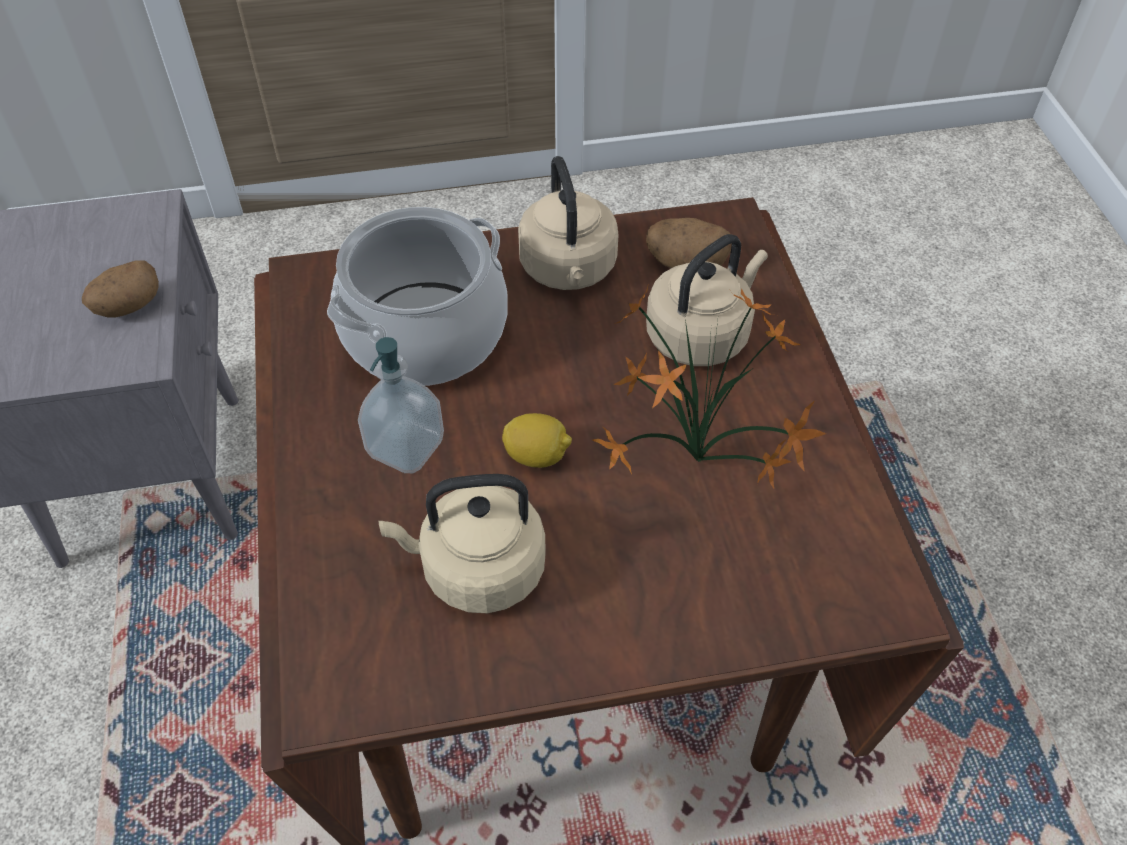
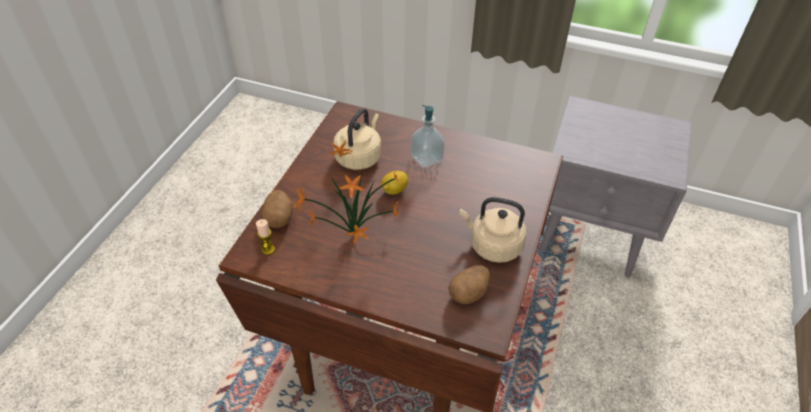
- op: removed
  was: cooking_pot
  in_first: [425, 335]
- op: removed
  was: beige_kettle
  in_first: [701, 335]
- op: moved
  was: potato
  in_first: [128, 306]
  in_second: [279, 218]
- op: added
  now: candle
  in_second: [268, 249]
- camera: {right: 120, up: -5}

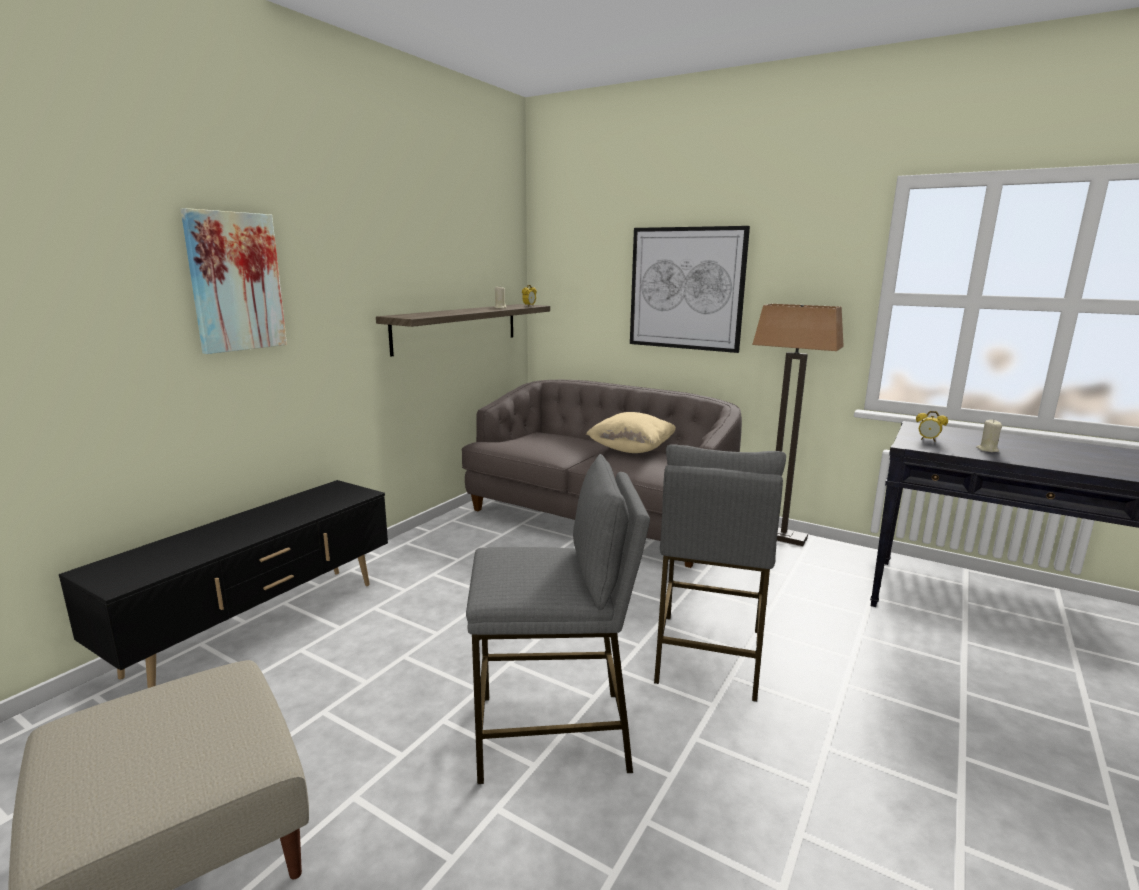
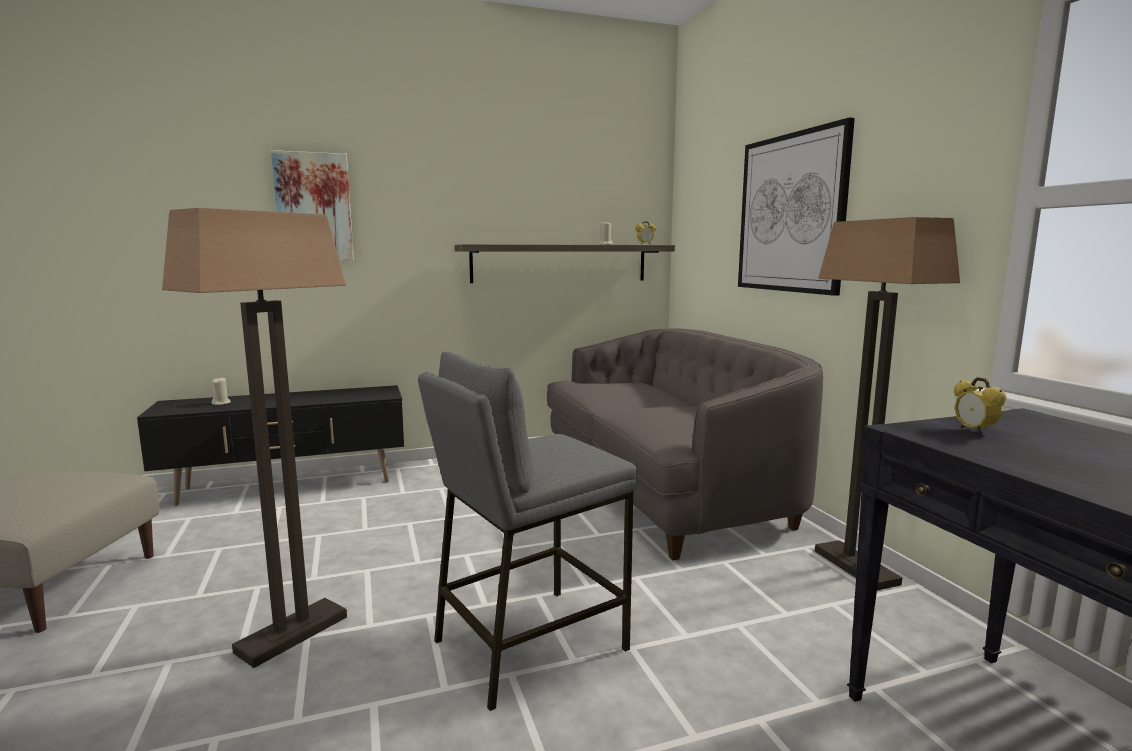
- op: removed
  was: beige_pillow
  in_first: [631, 450]
- op: moved
  was: beige_candle
  in_first: [987, 450]
  in_second: [221, 403]
- op: replaced
  was: grey_stool
  now: floor_lamp
  in_first: [553, 734]
  in_second: [292, 635]
- camera: {right: 40, up: -5}

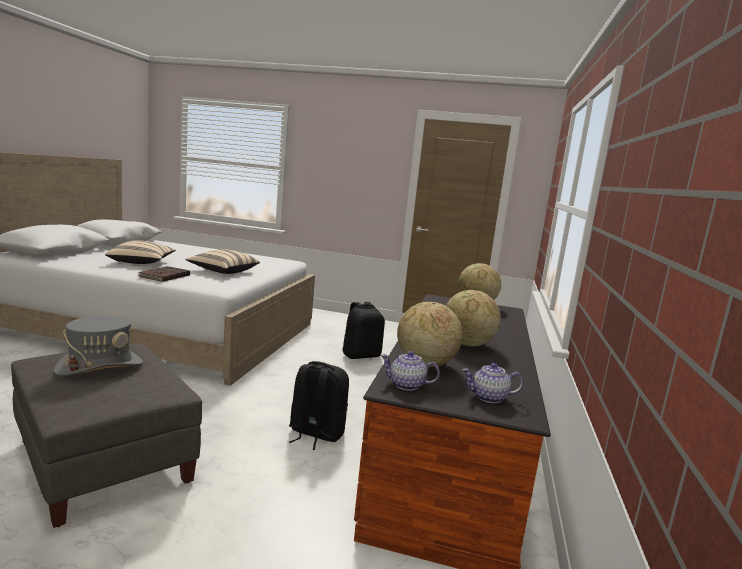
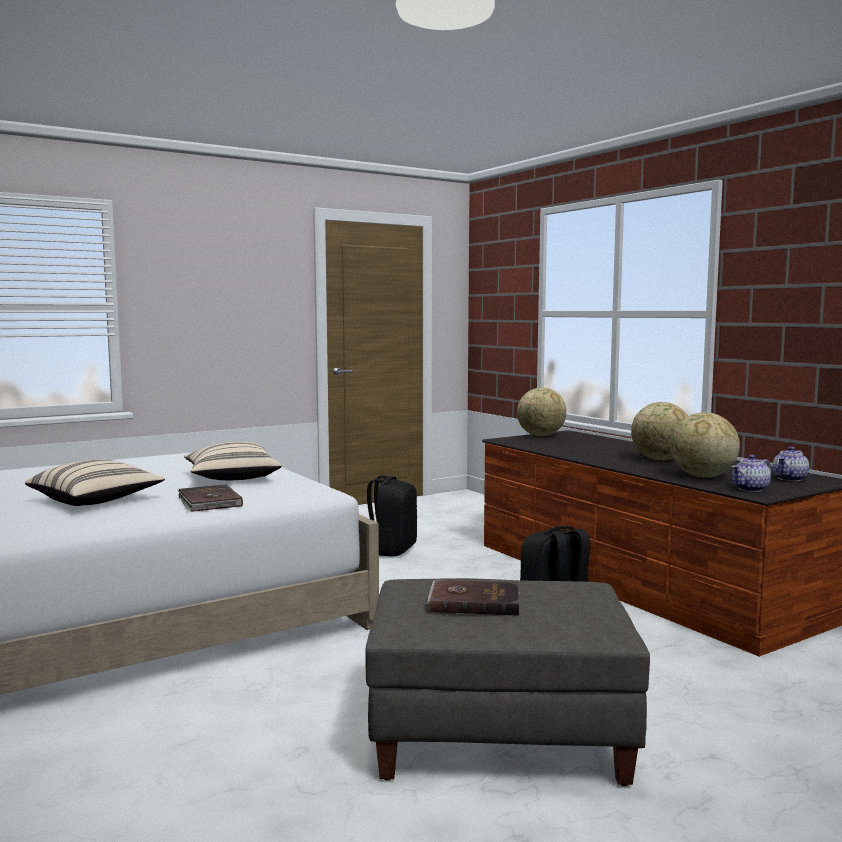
- op: replaced
  was: grey_hat
  now: brown_book
  in_first: [100, 366]
  in_second: [474, 601]
- camera: {right: -45, up: -5}

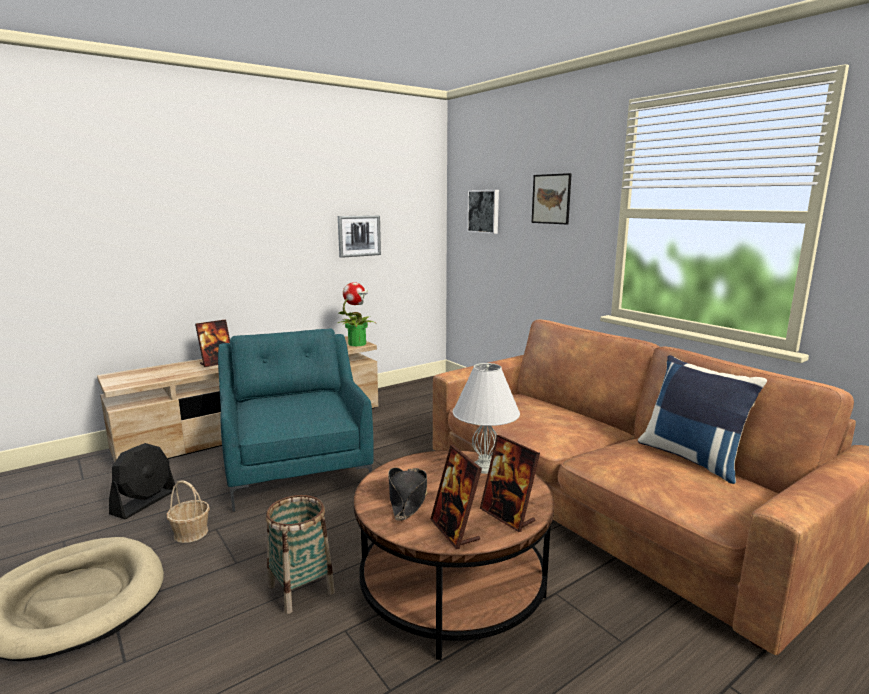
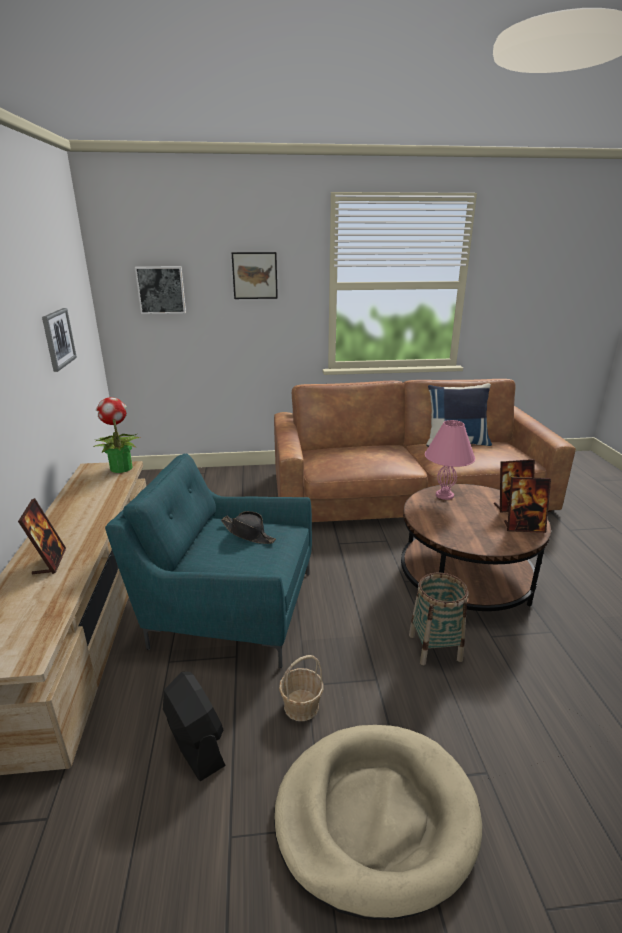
- op: recoloured
  was: white_table_lamp
  now: pink_table_lamp
  in_first: [485, 467]
  in_second: [444, 495]
- op: moved
  was: black_hat
  in_first: [407, 499]
  in_second: [248, 533]
- camera: {right: -60, up: 10}

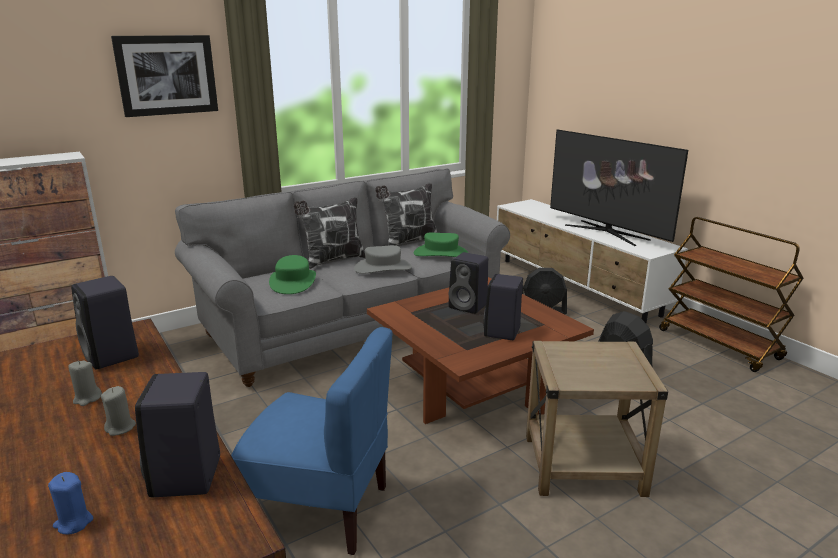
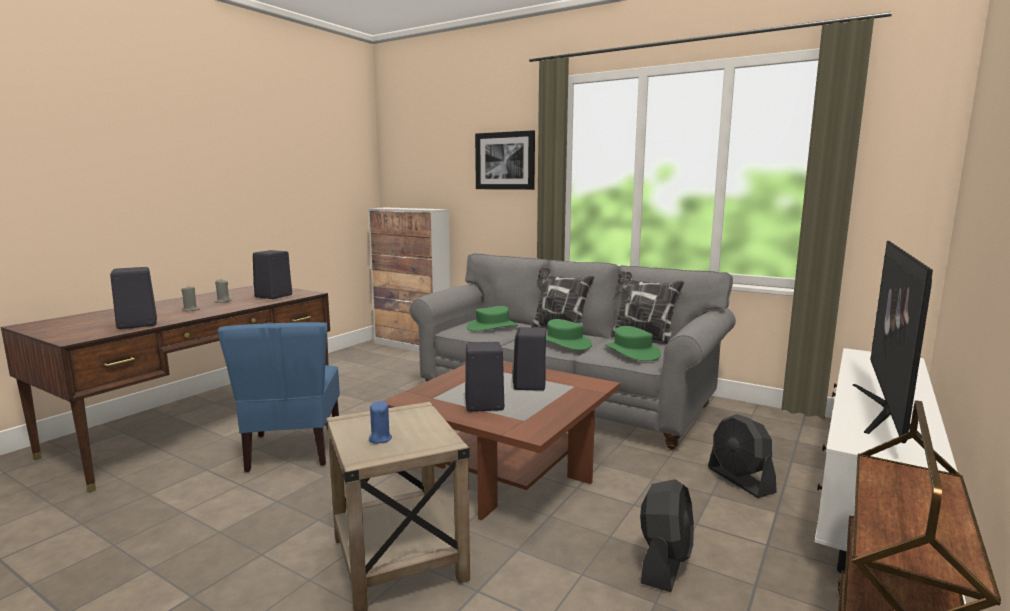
- op: recoloured
  was: grey_hat
  now: green_hat
  in_first: [383, 268]
  in_second: [564, 343]
- op: moved
  was: blue_candle
  in_first: [73, 523]
  in_second: [380, 439]
- camera: {right: 65, up: -10}

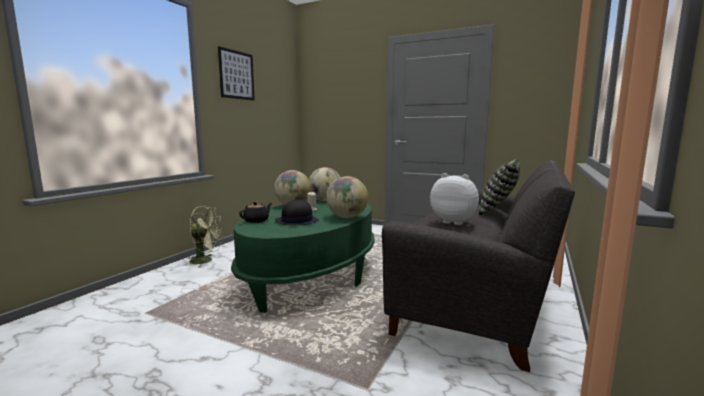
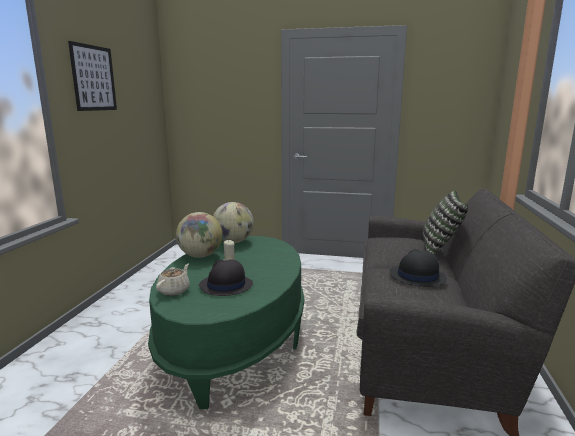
- op: replaced
  was: plush_toy
  now: black_hat
  in_first: [454, 222]
  in_second: [417, 276]
- op: removed
  was: globe
  in_first: [347, 217]
- op: recoloured
  was: black_teapot
  now: beige_teapot
  in_first: [256, 221]
  in_second: [174, 290]
- op: removed
  was: green_fan
  in_first: [206, 260]
- camera: {right: -15, up: 5}

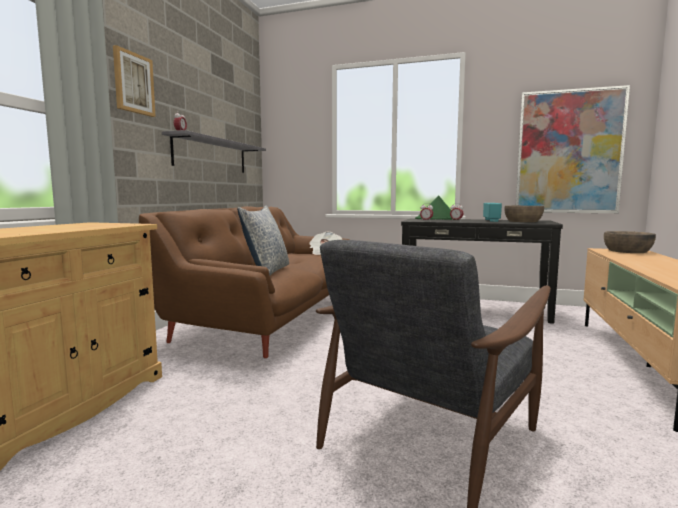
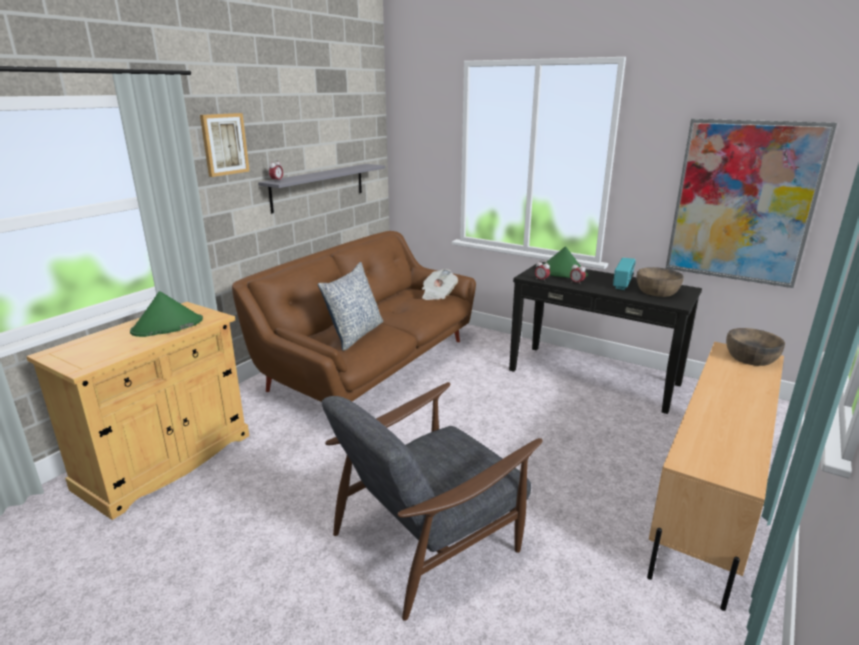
- op: added
  now: green_hat
  in_second: [167, 326]
- camera: {right: 15, up: 15}

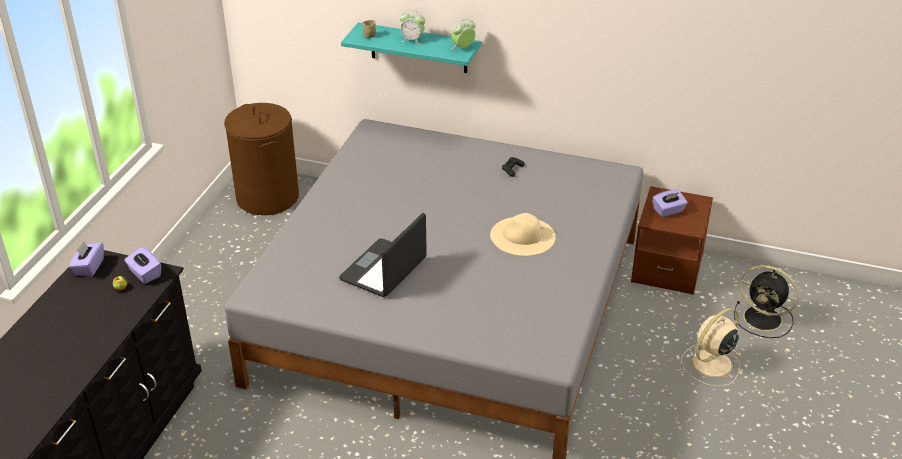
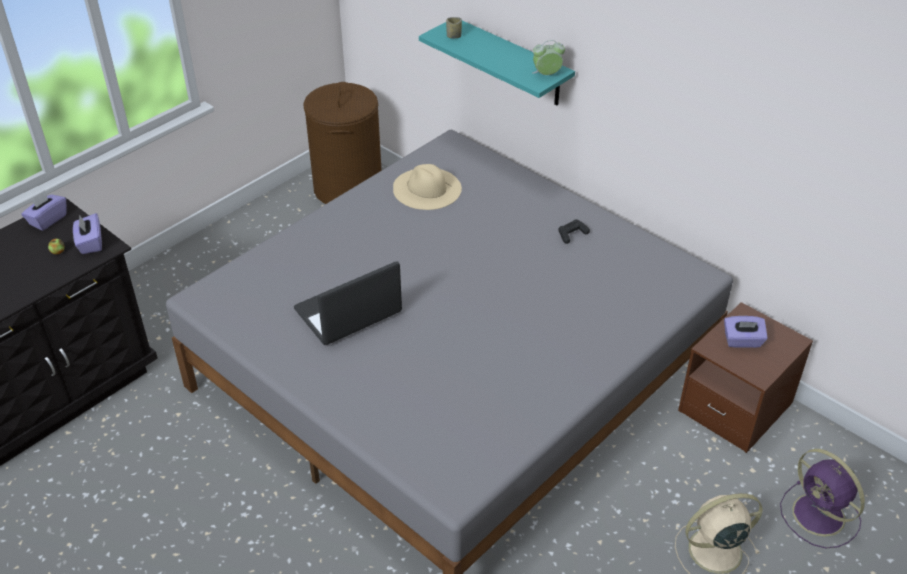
- op: removed
  was: alarm_clock
  in_first: [412, 40]
- op: moved
  was: beige_hat
  in_first: [522, 236]
  in_second: [426, 188]
- op: recoloured
  was: black_fan
  now: purple_fan
  in_first: [764, 319]
  in_second: [820, 516]
- camera: {right: 25, up: 5}

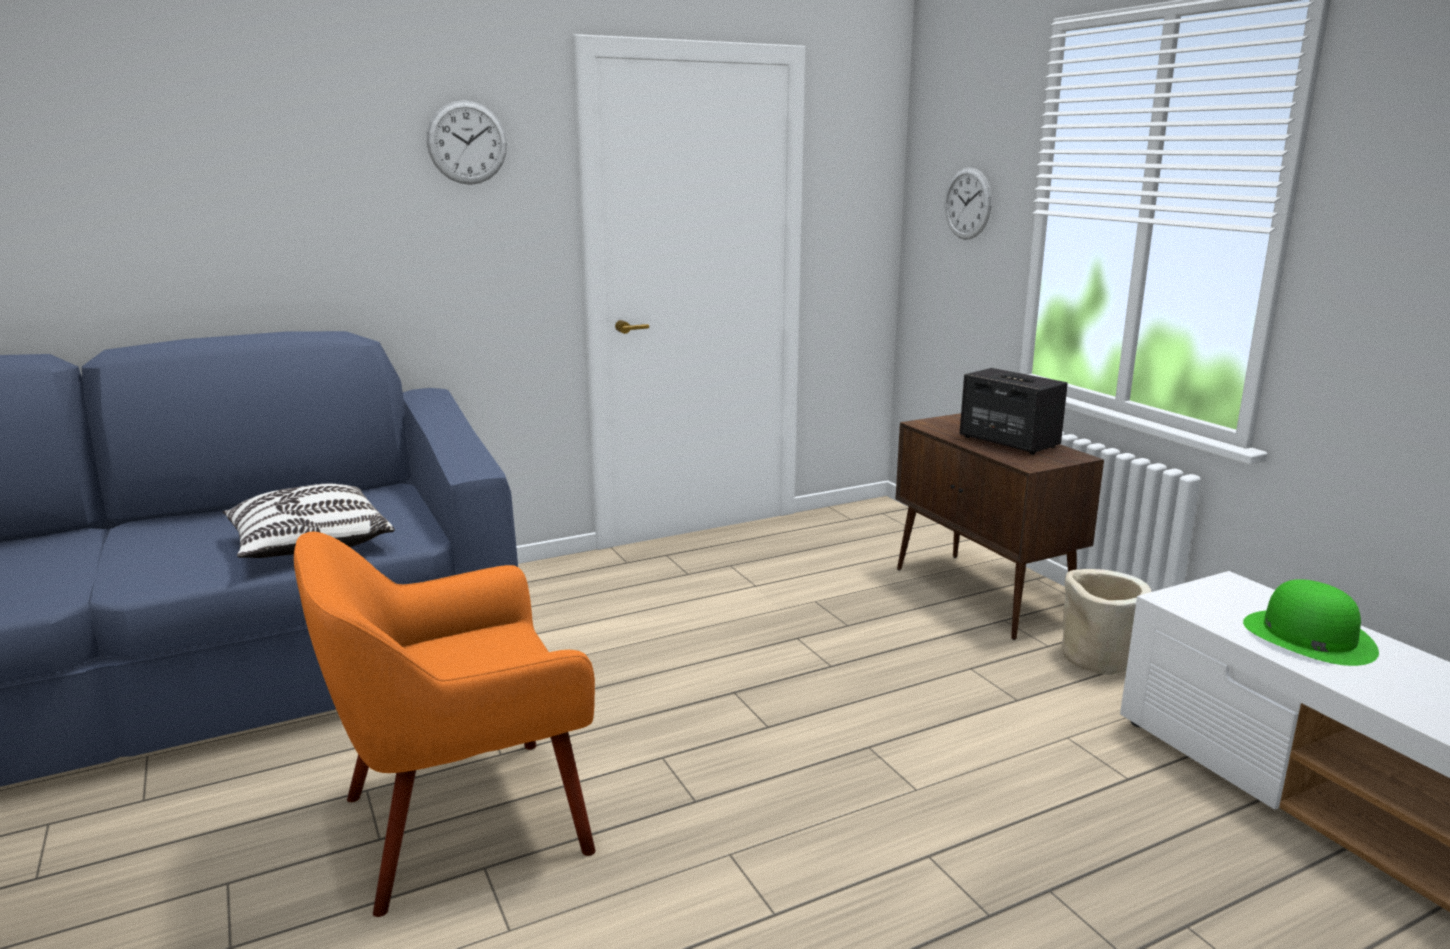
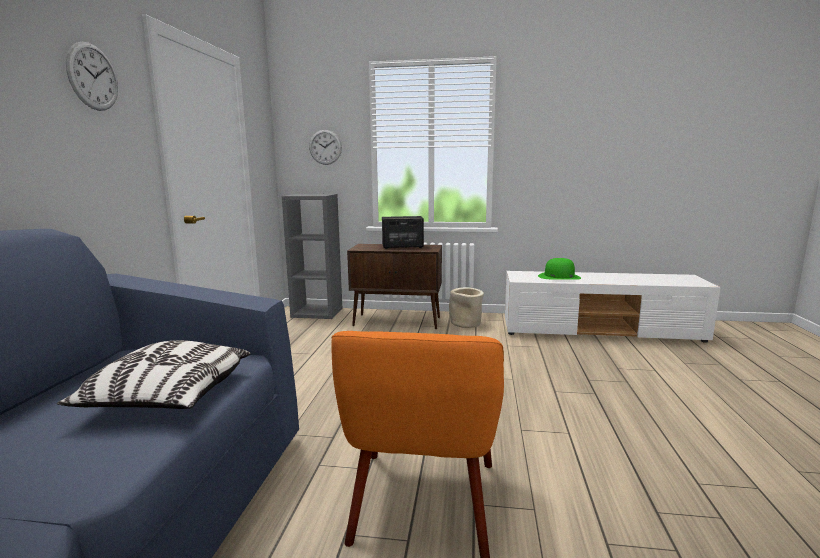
- op: added
  now: grey_bookcase
  in_second: [317, 312]
- camera: {right: -55, up: -5}

